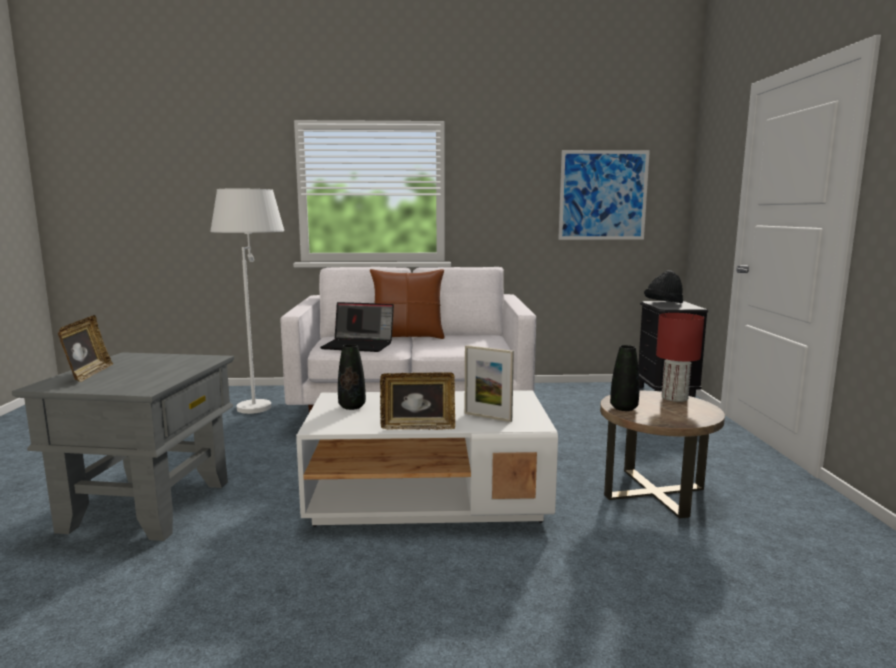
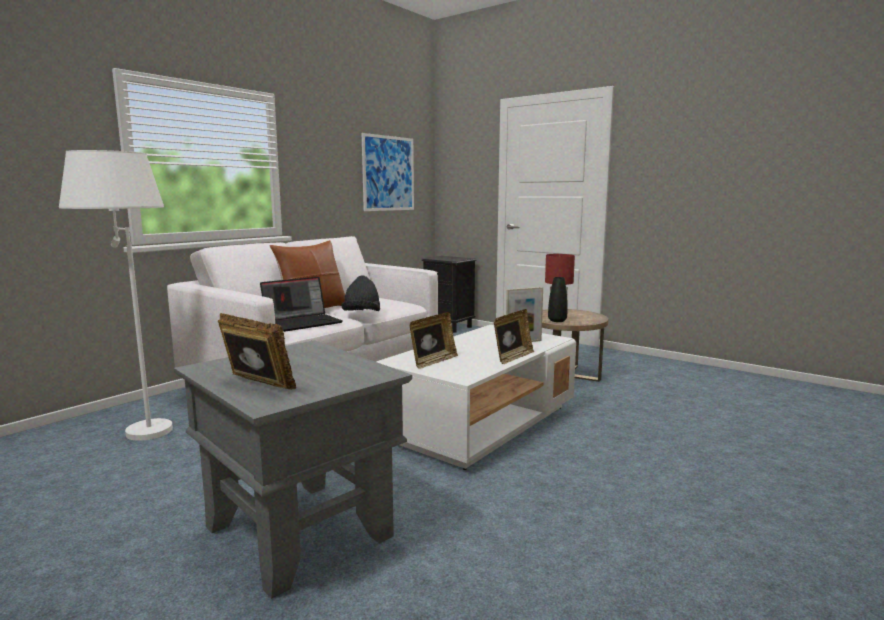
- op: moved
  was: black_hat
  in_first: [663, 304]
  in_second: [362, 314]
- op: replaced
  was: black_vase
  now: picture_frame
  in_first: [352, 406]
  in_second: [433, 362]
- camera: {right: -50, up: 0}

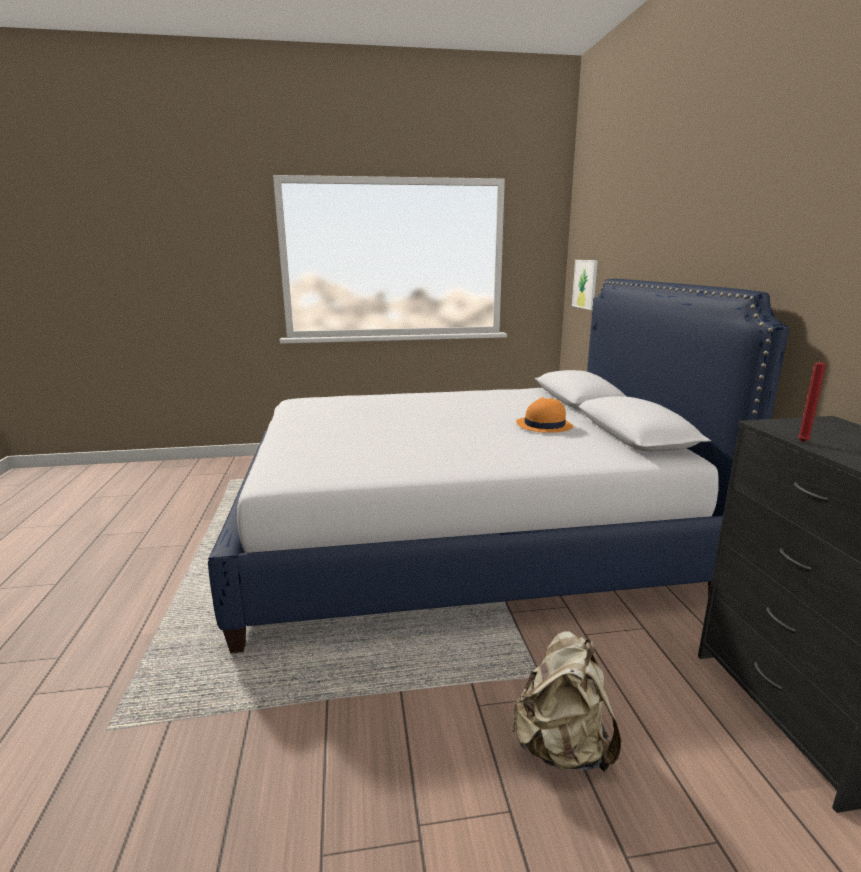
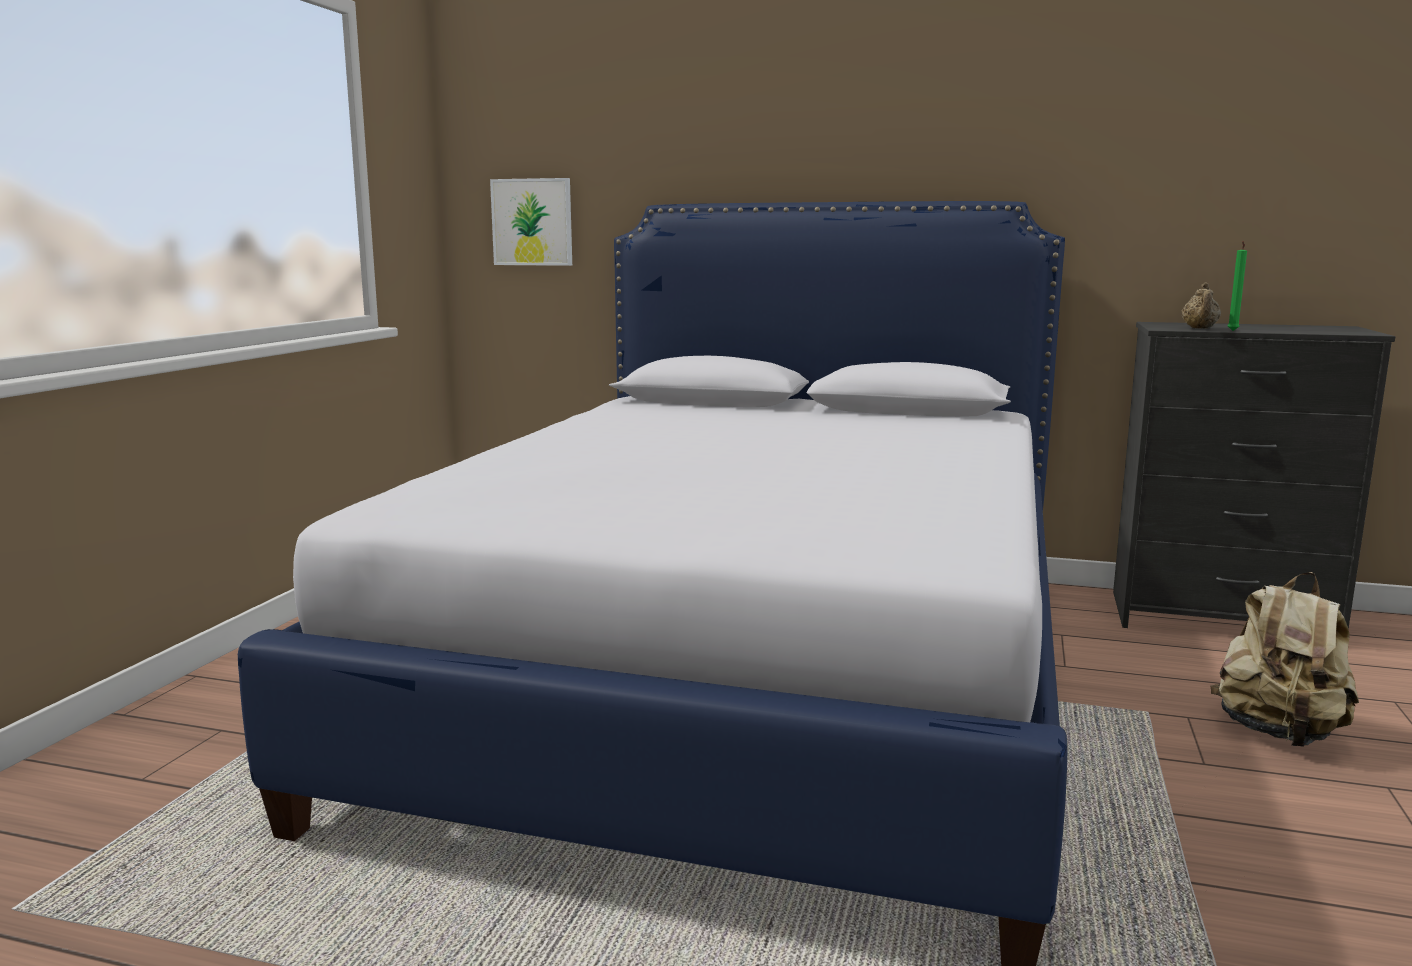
- op: recoloured
  was: red_candle
  now: green_candle
  in_first: [801, 442]
  in_second: [1232, 331]
- op: removed
  was: orange_hat
  in_first: [544, 425]
- op: added
  now: beige_teapot
  in_second: [1199, 329]
- camera: {right: -65, up: -5}

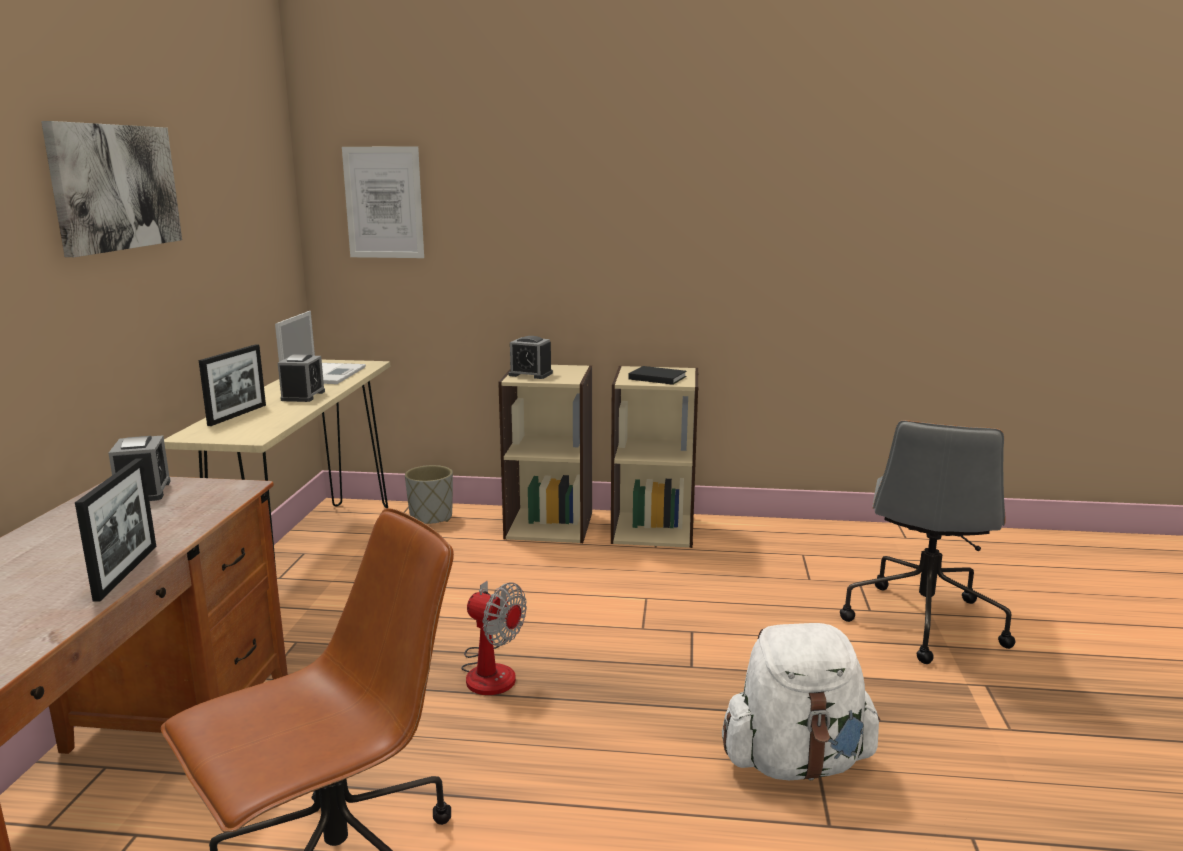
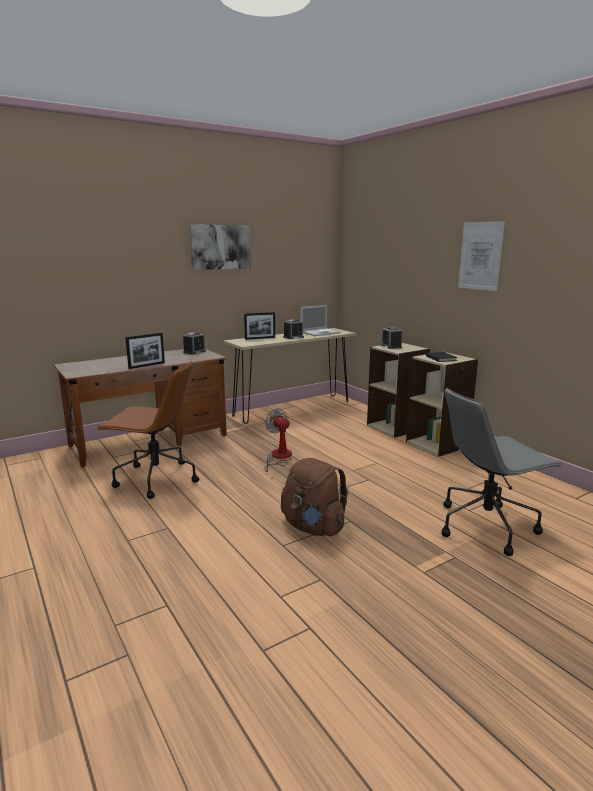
- op: moved
  was: picture
  in_first: [384, 203]
  in_second: [480, 256]
- op: removed
  was: grey_planter
  in_first: [431, 517]
- op: turned
  was: fan
  in_first: [490, 670]
  in_second: [279, 457]
  clockwise: 150
- op: recoloured
  was: white_backpack
  now: brown_backpack
  in_first: [796, 762]
  in_second: [313, 527]
- camera: {right: 50, up: 0}

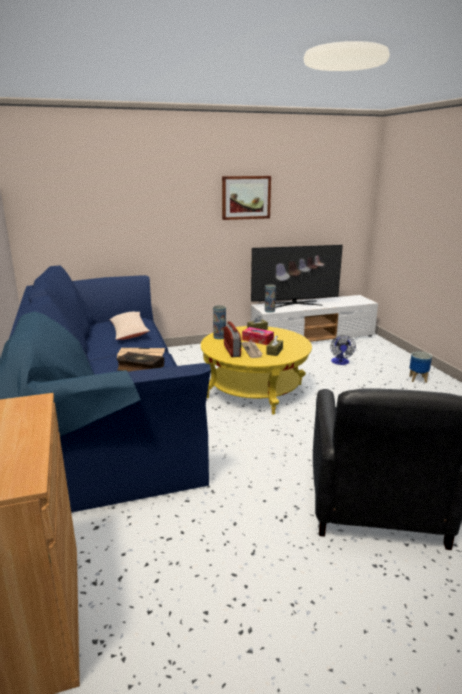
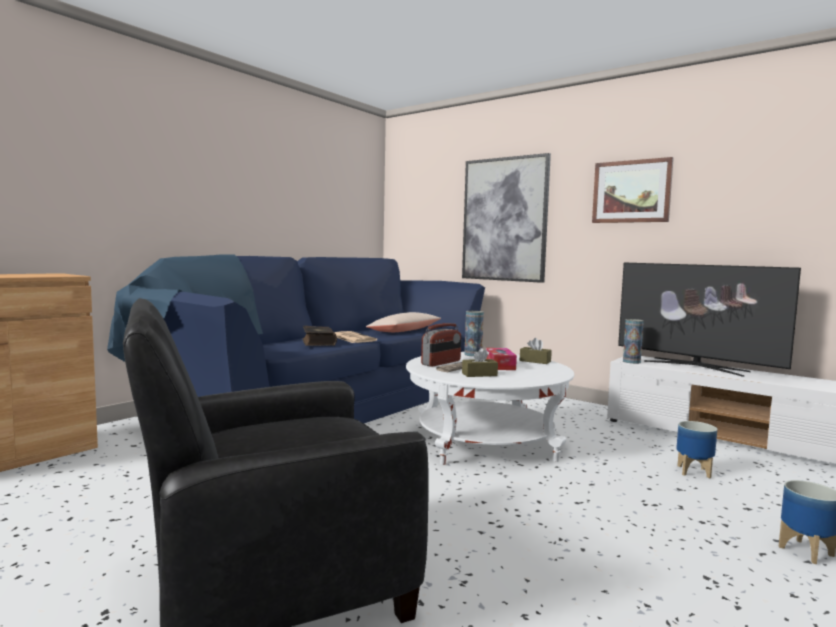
- op: recoloured
  was: yellow_coffee_table
  now: white_coffee_table
  in_first: [254, 390]
  in_second: [485, 442]
- op: replaced
  was: fan
  now: planter
  in_first: [340, 362]
  in_second: [694, 472]
- op: added
  now: picture
  in_second: [504, 219]
- camera: {right: 55, up: -15}

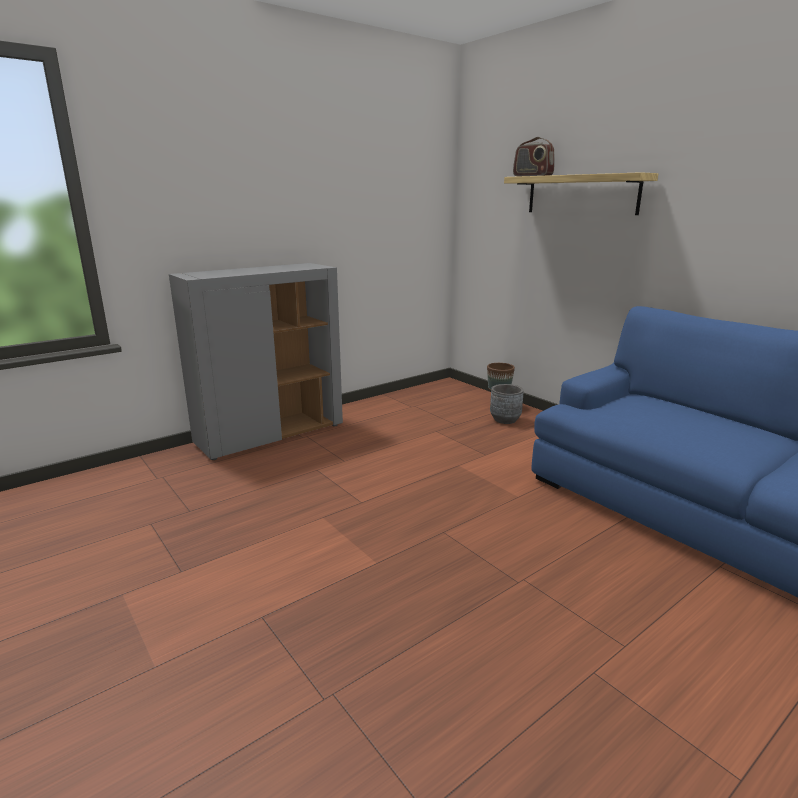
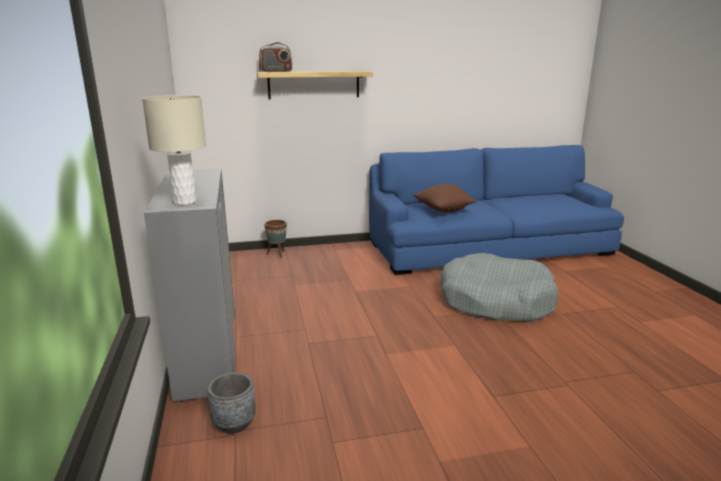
- op: moved
  was: grey_planter
  in_first: [505, 419]
  in_second: [234, 423]
- op: added
  now: beige_table_lamp
  in_second: [184, 202]
- op: added
  now: brown_pillow
  in_second: [443, 210]
- op: added
  now: grey_dog_bed
  in_second: [495, 301]
- camera: {right: -65, up: 0}

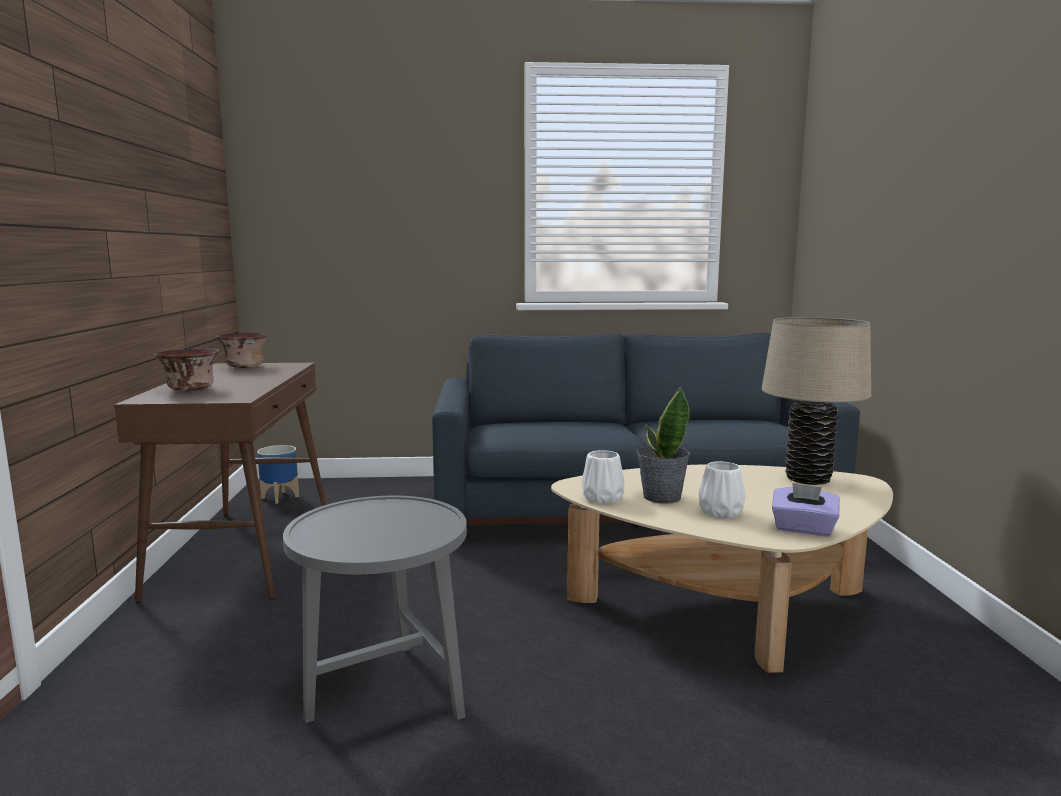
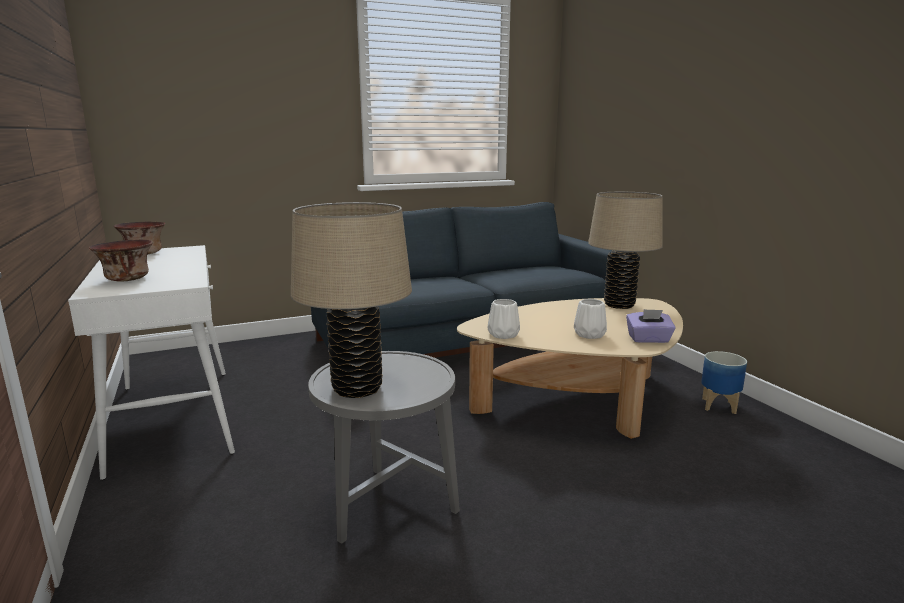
- op: recoloured
  was: brown_console_table
  now: white_console_table
  in_first: [245, 550]
  in_second: [173, 417]
- op: removed
  was: potted_plant
  in_first: [661, 497]
- op: moved
  was: planter
  in_first: [280, 497]
  in_second: [718, 405]
- op: added
  now: beige_table_lamp
  in_second: [357, 388]
- camera: {right: -20, up: 5}

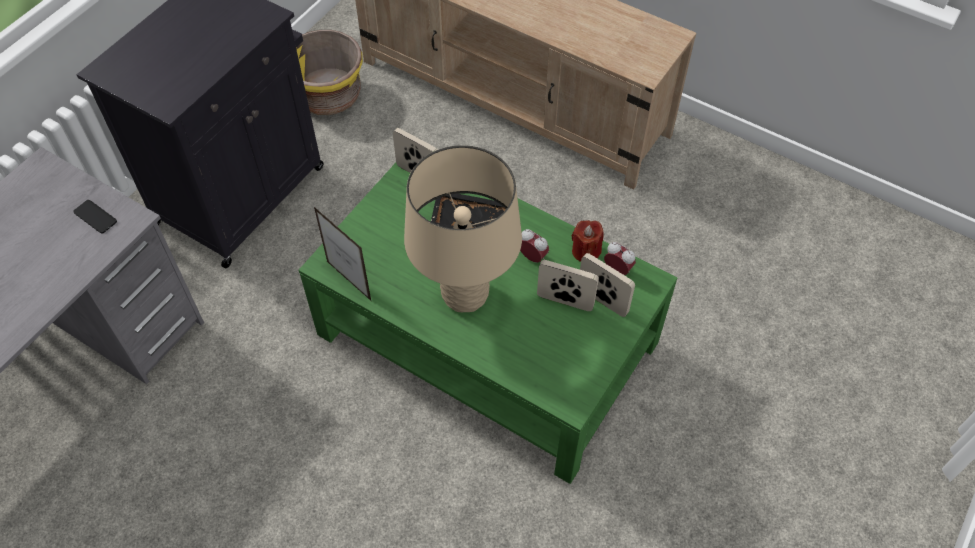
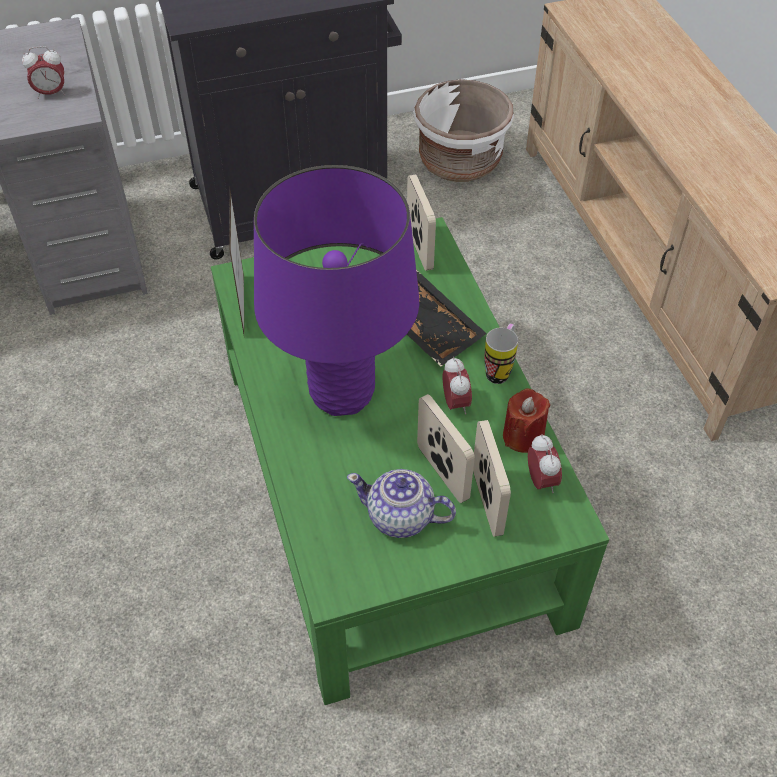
- op: recoloured
  was: yellow_planter
  now: white_planter
  in_first: [328, 96]
  in_second: [460, 162]
- op: recoloured
  was: beige_table_lamp
  now: purple_table_lamp
  in_first: [464, 295]
  in_second: [341, 393]
- op: replaced
  was: phone
  now: alarm_clock
  in_first: [95, 217]
  in_second: [51, 93]
- op: added
  now: mug
  in_second: [500, 370]
- op: added
  now: teapot
  in_second: [401, 517]
- camera: {right: 40, up: -5}

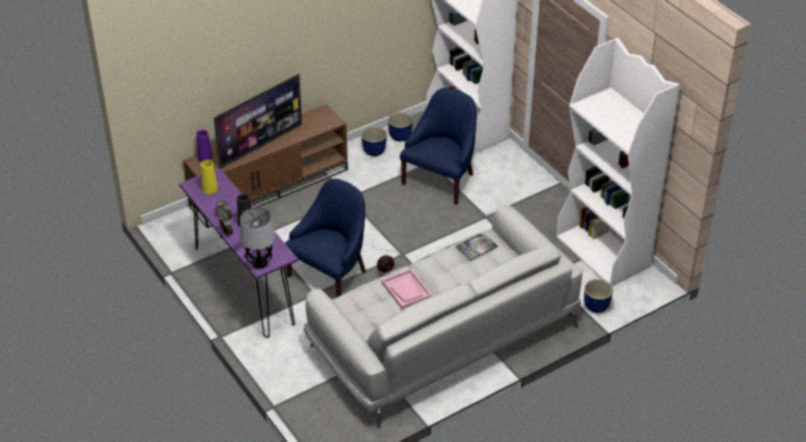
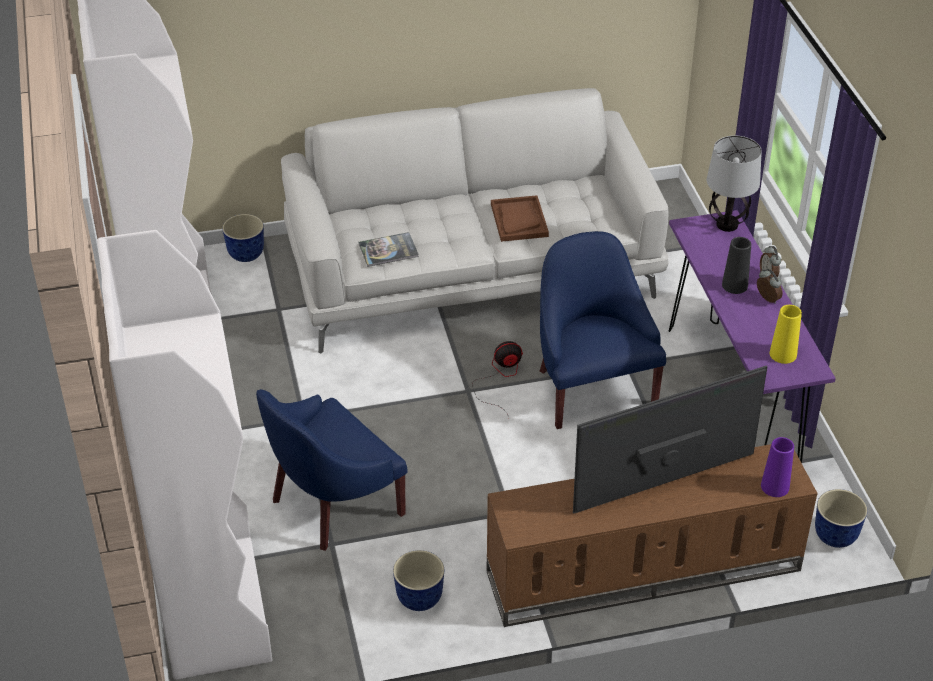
- op: moved
  was: planter
  in_first: [400, 136]
  in_second: [835, 537]
- op: turned
  was: blue_armchair
  in_first: [330, 274]
  in_second: [591, 387]
  clockwise: 105
- op: recoloured
  was: pink_tray
  now: brown_tray
  in_first: [406, 290]
  in_second: [519, 220]
- camera: {right: -160, up: 0}

